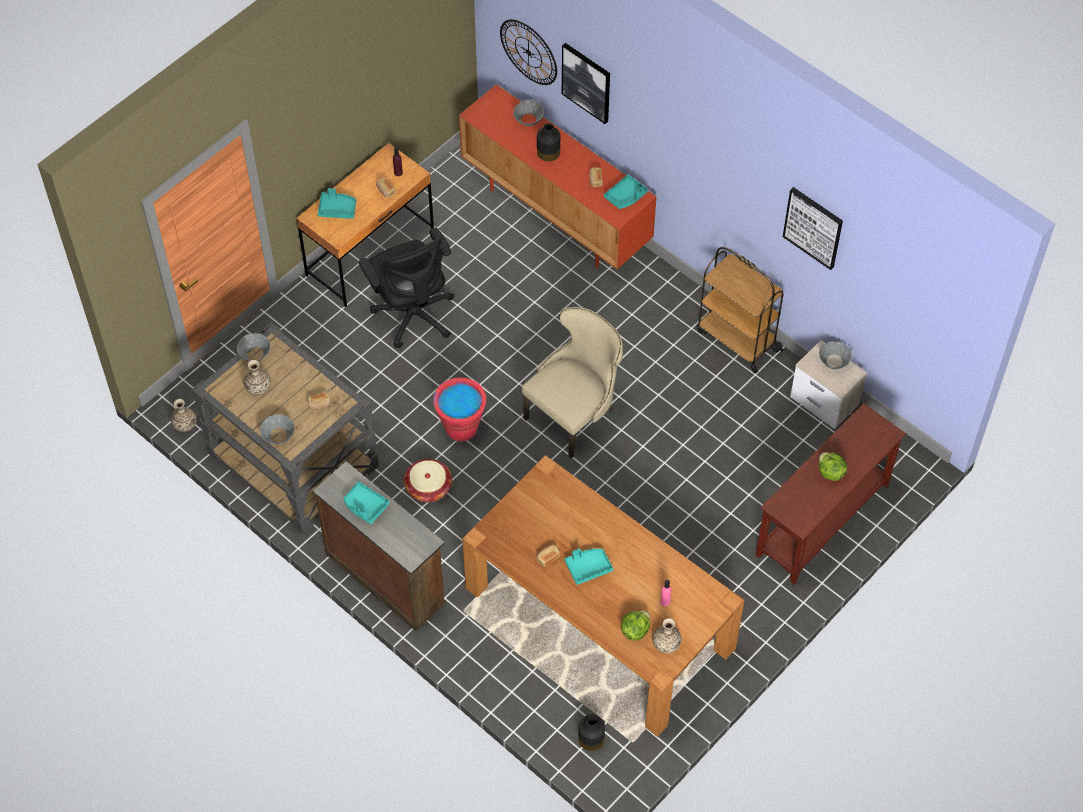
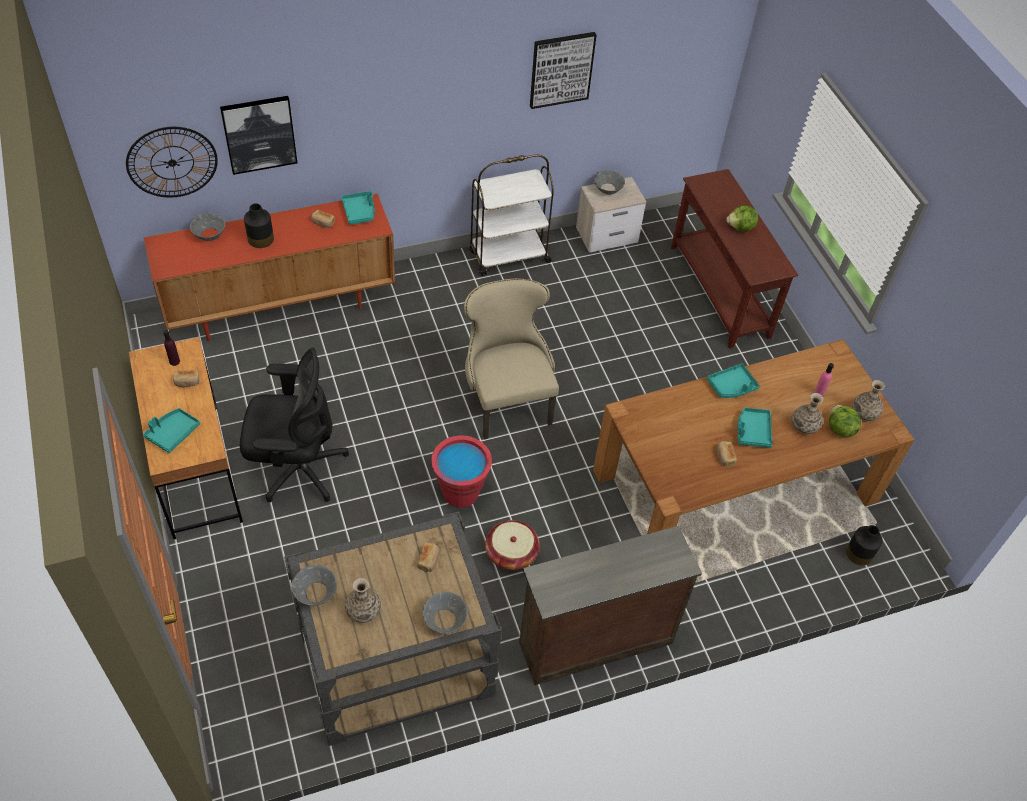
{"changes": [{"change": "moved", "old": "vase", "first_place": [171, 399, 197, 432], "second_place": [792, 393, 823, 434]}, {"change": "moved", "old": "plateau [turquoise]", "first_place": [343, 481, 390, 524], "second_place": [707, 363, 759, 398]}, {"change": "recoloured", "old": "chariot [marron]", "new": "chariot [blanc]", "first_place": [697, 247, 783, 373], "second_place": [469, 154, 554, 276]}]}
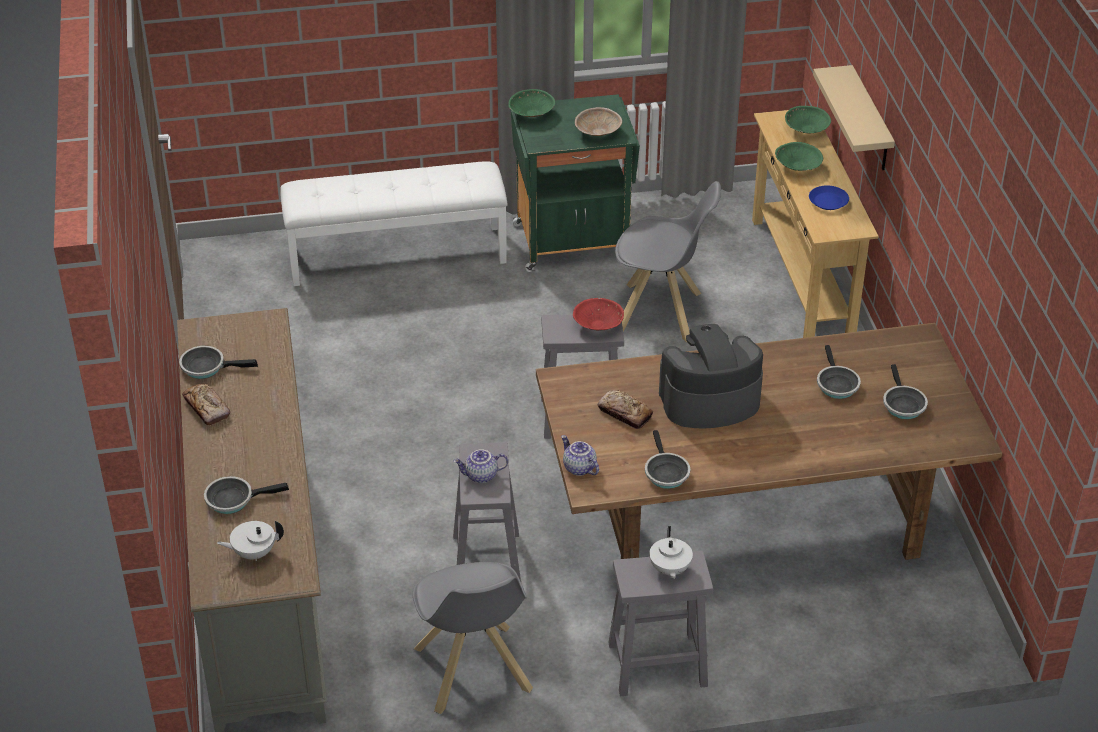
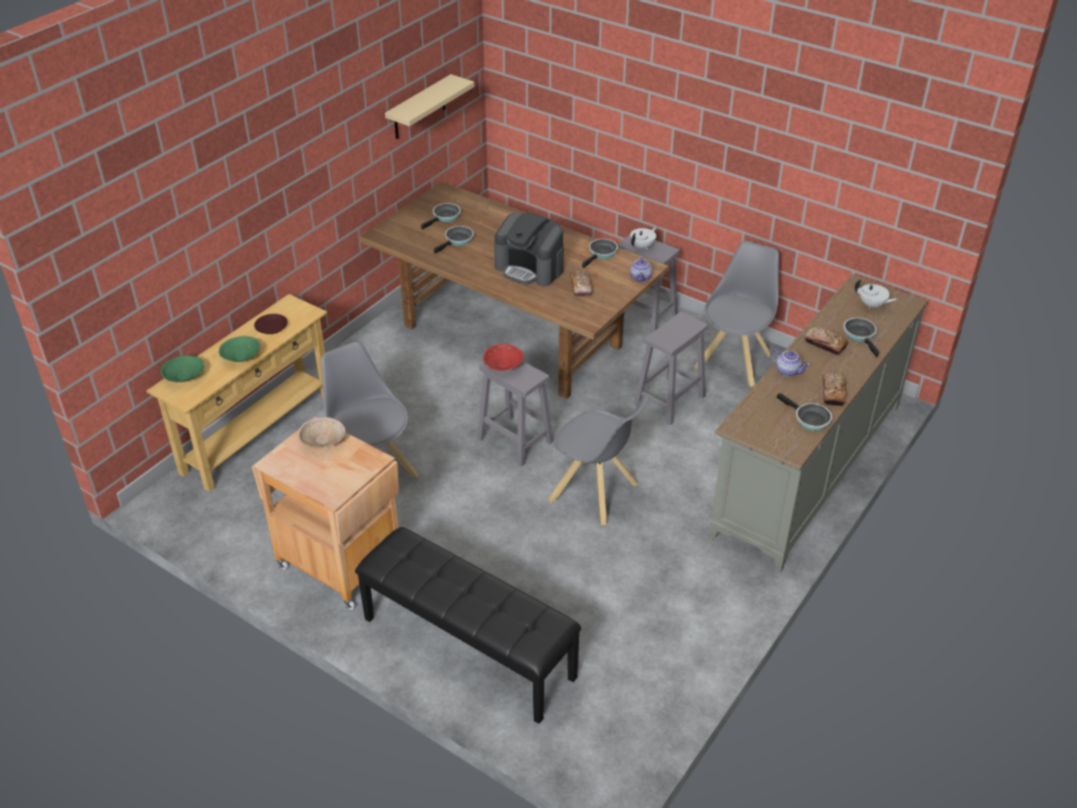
{"changes": [{"change": "removed", "old": "bol [vert]", "first_place": [508, 89, 555, 117]}, {"change": "added", "new": "chaise [gris]", "second_place": [548, 395, 649, 526]}, {"change": "added", "new": "pain", "second_place": [804, 327, 848, 355]}, {"change": "moved", "old": "théière", "first_place": [453, 449, 508, 483], "second_place": [770, 349, 810, 376]}, {"change": "moved", "old": "étagère [beige]", "first_place": [813, 65, 895, 170], "second_place": [385, 74, 475, 139]}, {"change": "recoloured", "old": "banc [blanc]", "new": "banc [noir]", "first_place": [280, 161, 508, 286], "second_place": [355, 527, 581, 724]}, {"change": "recoloured", "old": "chariot [vert]", "new": "chariot [marron]", "first_place": [510, 94, 640, 272], "second_place": [252, 417, 399, 610]}, {"change": "recoloured", "old": "assiette [bleu]", "new": "assiette [marron]", "first_place": [809, 185, 849, 210], "second_place": [254, 314, 288, 334]}, {"change": "turned", "old": "poêle", "first_place": [204, 476, 289, 514], "second_place": [843, 317, 879, 357], "degrees": -135}]}
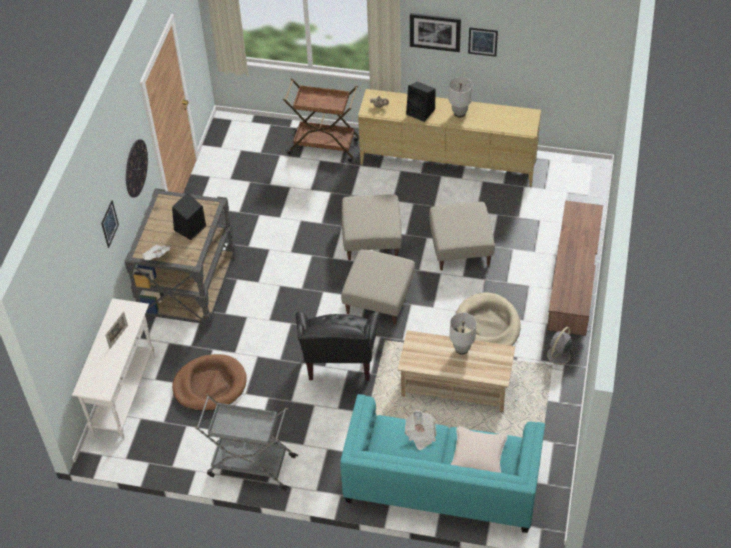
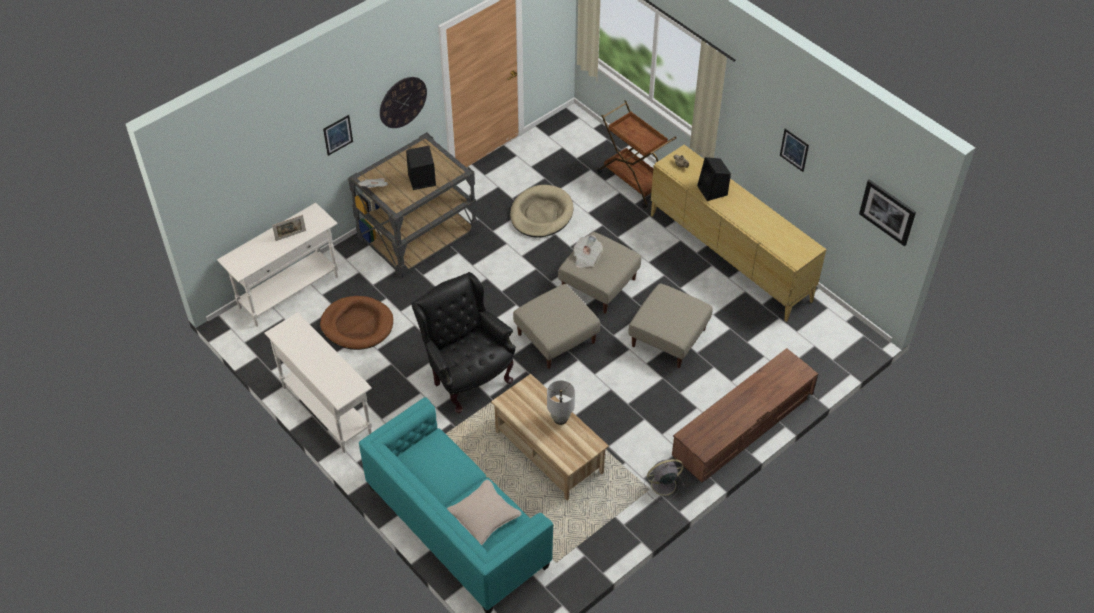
{"changes": [{"change": "removed", "old": "lampe de table [blanc]", "first_place": [449, 77, 472, 117]}, {"change": "moved", "old": "journal", "first_place": [405, 410, 436, 450], "second_place": [573, 235, 603, 268]}, {"change": "moved", "old": "tableau", "first_place": [410, 13, 461, 52], "second_place": [859, 179, 916, 246]}, {"change": "moved", "old": "panier pour chien [beige]", "first_place": [456, 292, 521, 346], "second_place": [510, 185, 573, 238]}, {"change": "replaced", "old": "chariot [gris]", "new": "table console [blanc]", "first_place": [194, 394, 298, 490], "second_place": [264, 312, 372, 453]}, {"change": "turned", "old": "fauteuil [noir]", "first_place": [296, 311, 380, 381], "second_place": [411, 272, 516, 413], "degrees": 105}]}
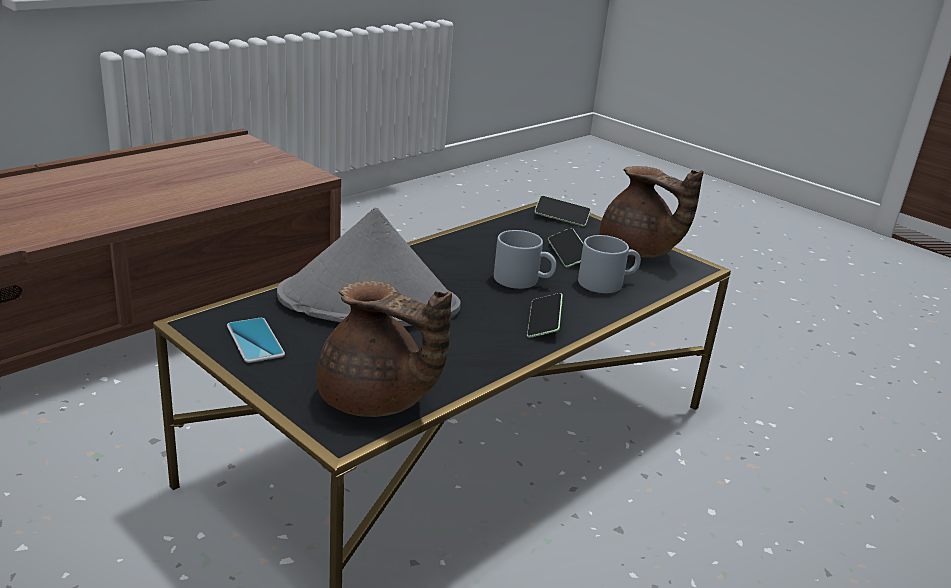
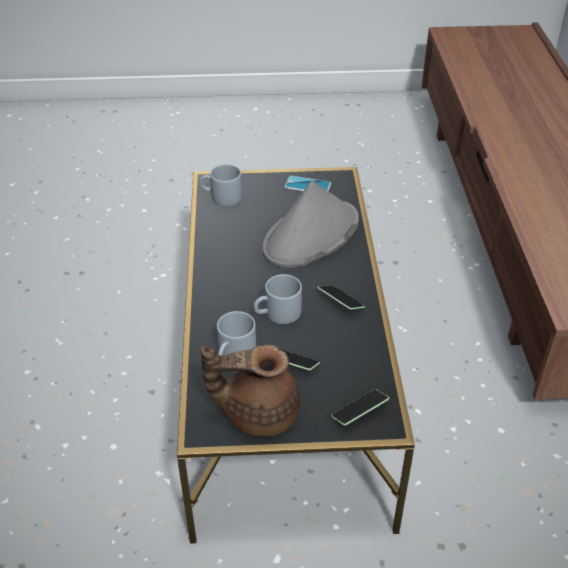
{"changes": [{"change": "moved", "old": "téléphone", "first_place": [527, 293, 563, 338], "second_place": [317, 285, 365, 310]}, {"change": "replaced", "old": "théière [marron]", "new": "mug [gris]", "first_place": [317, 281, 452, 417], "second_place": [200, 164, 242, 206]}]}
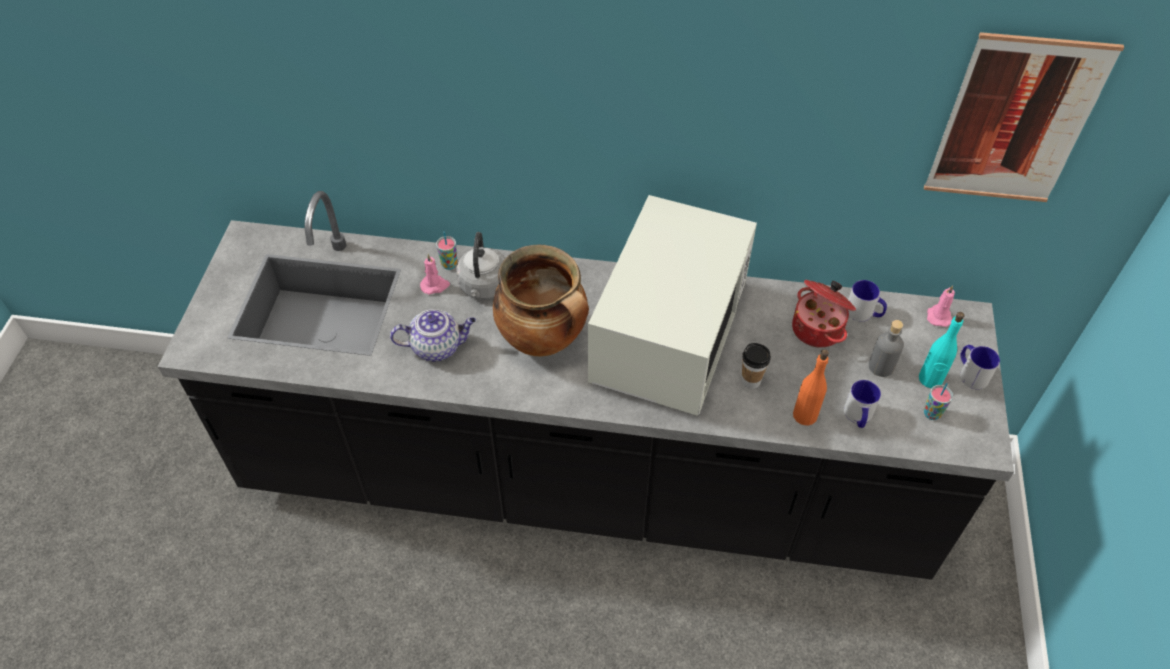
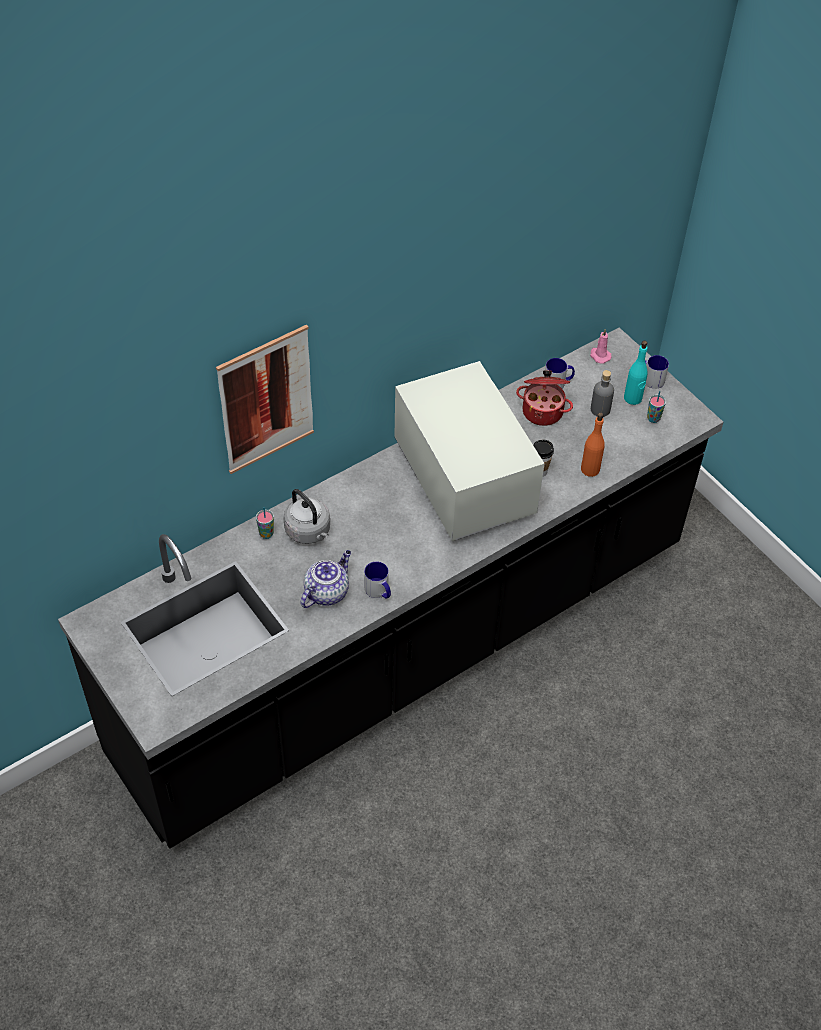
{"changes": [{"change": "removed", "old": "bougie [rose]", "first_place": [420, 254, 450, 295]}, {"change": "removed", "old": "marmite", "first_place": [493, 245, 589, 357]}, {"change": "moved", "old": "mug", "first_place": [844, 380, 881, 428], "second_place": [364, 562, 391, 599]}, {"change": "moved", "old": "tableau", "first_place": [924, 32, 1124, 202], "second_place": [216, 324, 314, 474]}]}
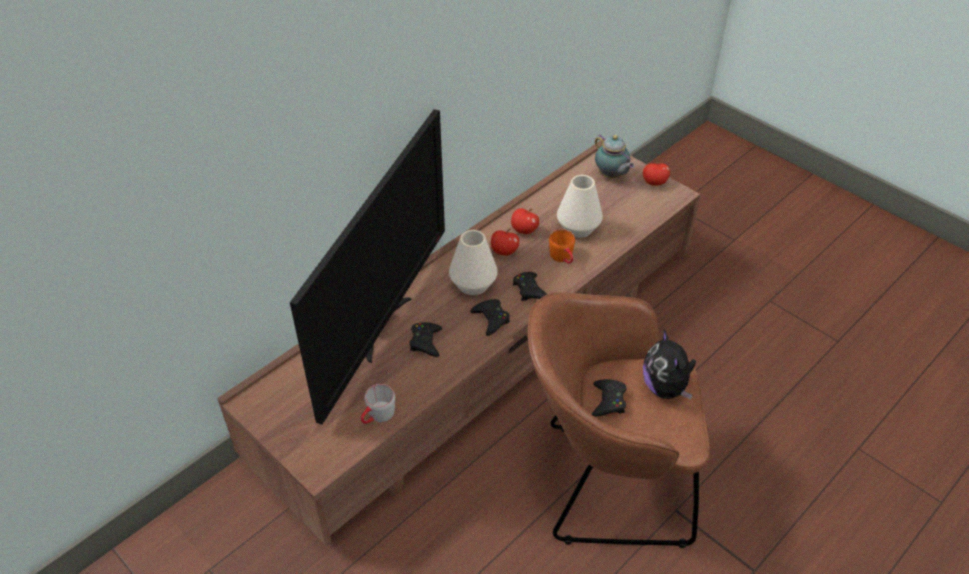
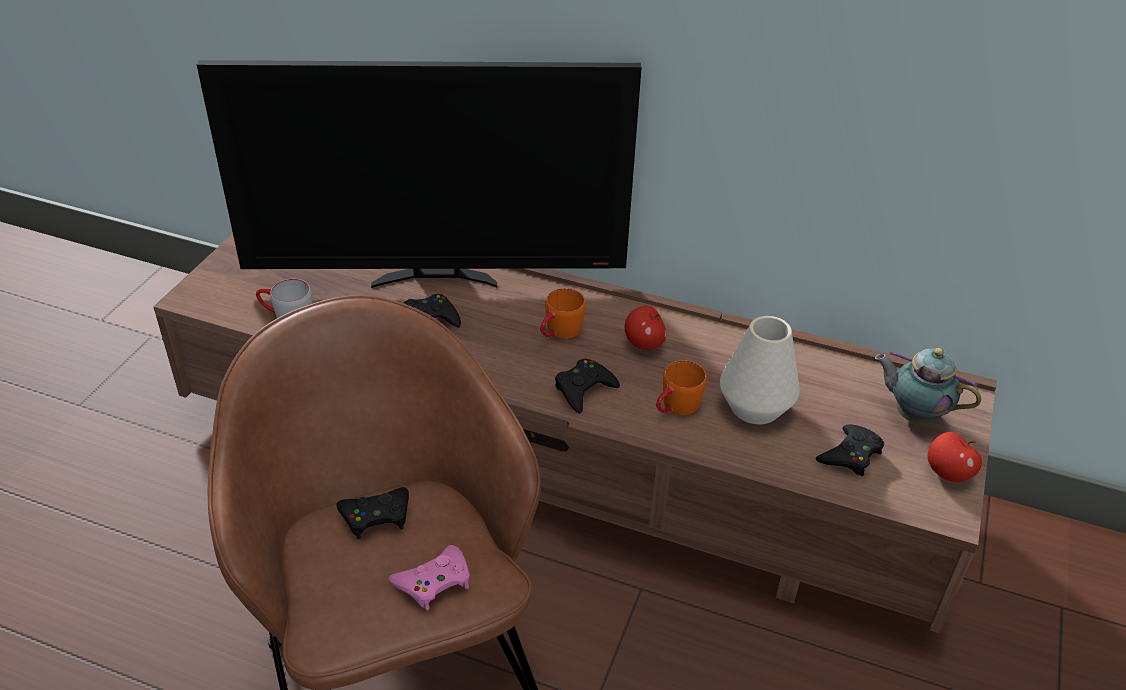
{"changes": [{"change": "removed", "old": "pomme", "first_place": [511, 208, 539, 234]}, {"change": "moved", "old": "manette [noir]", "first_place": [470, 299, 510, 336], "second_place": [816, 424, 884, 476]}, {"change": "replaced", "old": "vase [blanc]", "new": "mug [orange]", "first_place": [449, 230, 498, 295], "second_place": [540, 288, 586, 339]}, {"change": "replaced", "old": "peluche", "new": "manette [rose]", "first_place": [643, 330, 696, 399], "second_place": [389, 545, 470, 610]}, {"change": "turned", "old": "théière", "first_place": [595, 134, 635, 178], "second_place": [875, 348, 981, 425], "degrees": 90}]}
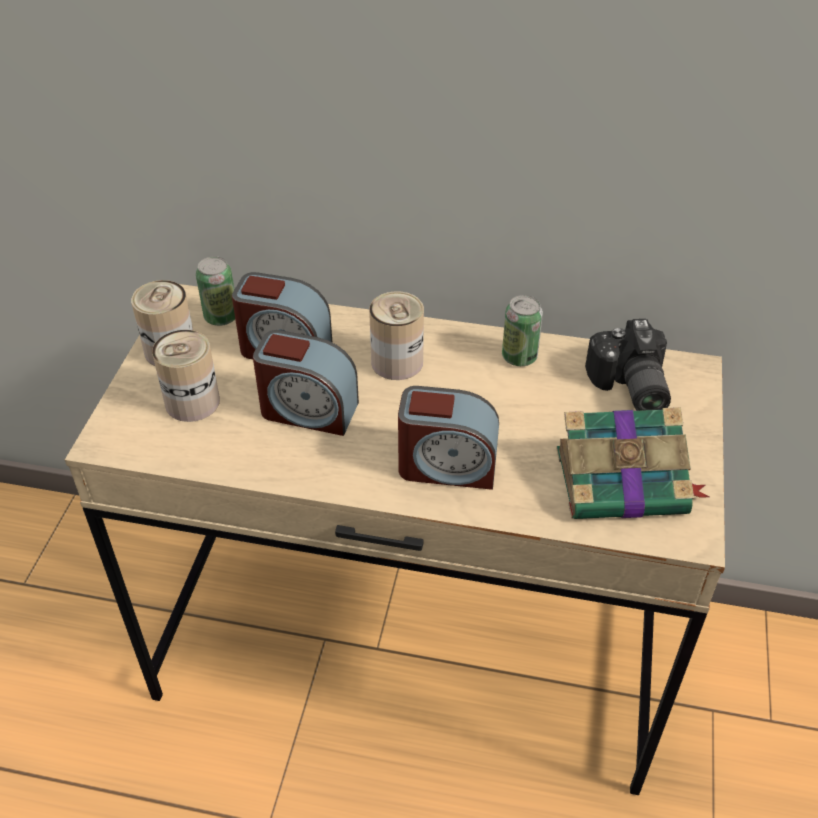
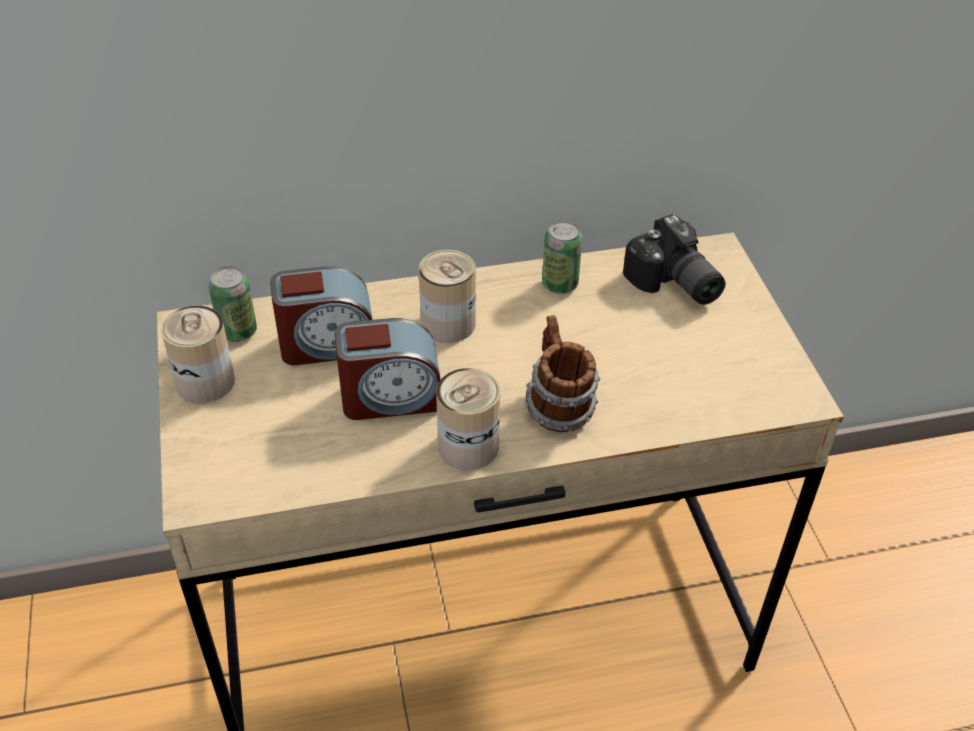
{"changes": [{"change": "removed", "old": "livre", "first_place": [557, 407, 710, 519]}, {"change": "moved", "old": "boîte métallique", "first_place": [152, 330, 220, 422], "second_place": [436, 368, 500, 470]}, {"change": "replaced", "old": "réveil", "new": "mug", "first_place": [398, 386, 499, 490], "second_place": [525, 315, 600, 432]}]}
